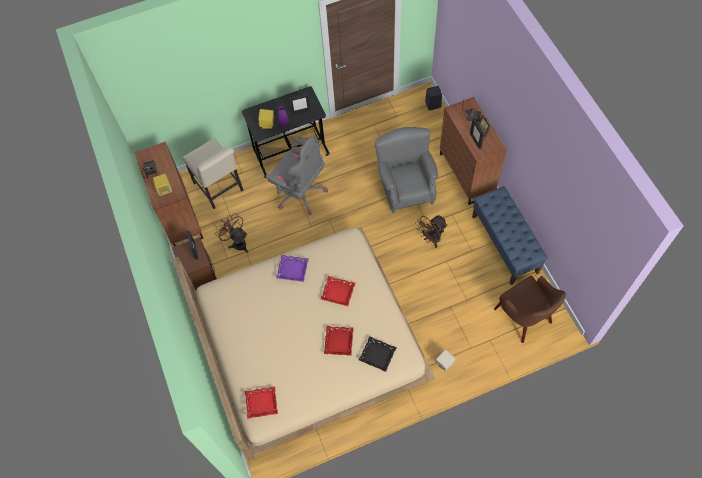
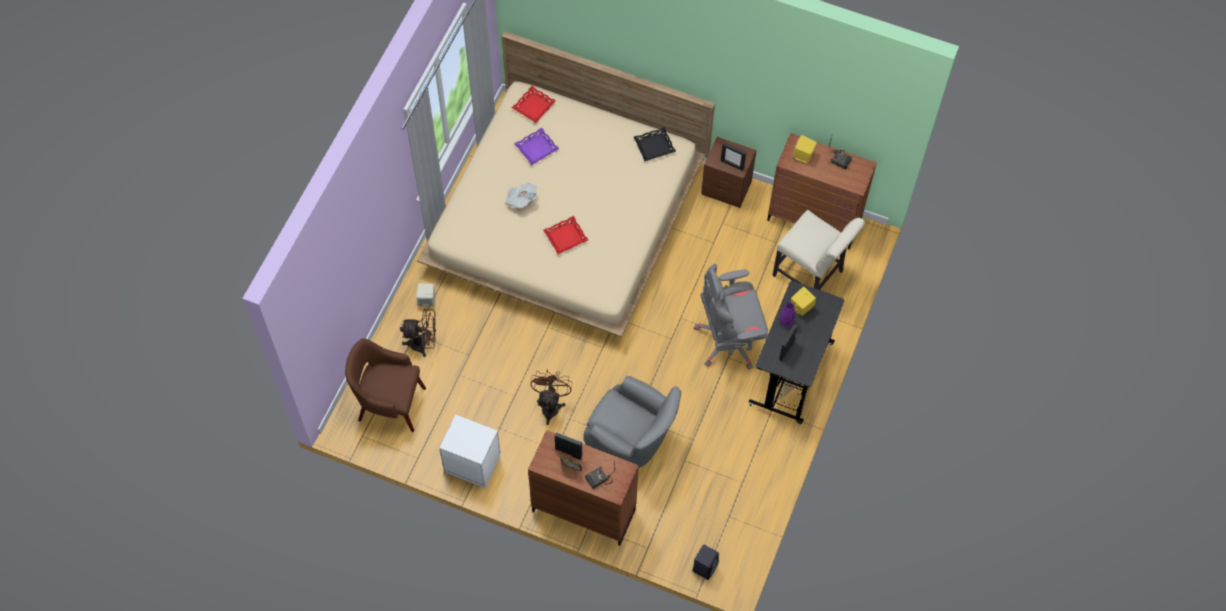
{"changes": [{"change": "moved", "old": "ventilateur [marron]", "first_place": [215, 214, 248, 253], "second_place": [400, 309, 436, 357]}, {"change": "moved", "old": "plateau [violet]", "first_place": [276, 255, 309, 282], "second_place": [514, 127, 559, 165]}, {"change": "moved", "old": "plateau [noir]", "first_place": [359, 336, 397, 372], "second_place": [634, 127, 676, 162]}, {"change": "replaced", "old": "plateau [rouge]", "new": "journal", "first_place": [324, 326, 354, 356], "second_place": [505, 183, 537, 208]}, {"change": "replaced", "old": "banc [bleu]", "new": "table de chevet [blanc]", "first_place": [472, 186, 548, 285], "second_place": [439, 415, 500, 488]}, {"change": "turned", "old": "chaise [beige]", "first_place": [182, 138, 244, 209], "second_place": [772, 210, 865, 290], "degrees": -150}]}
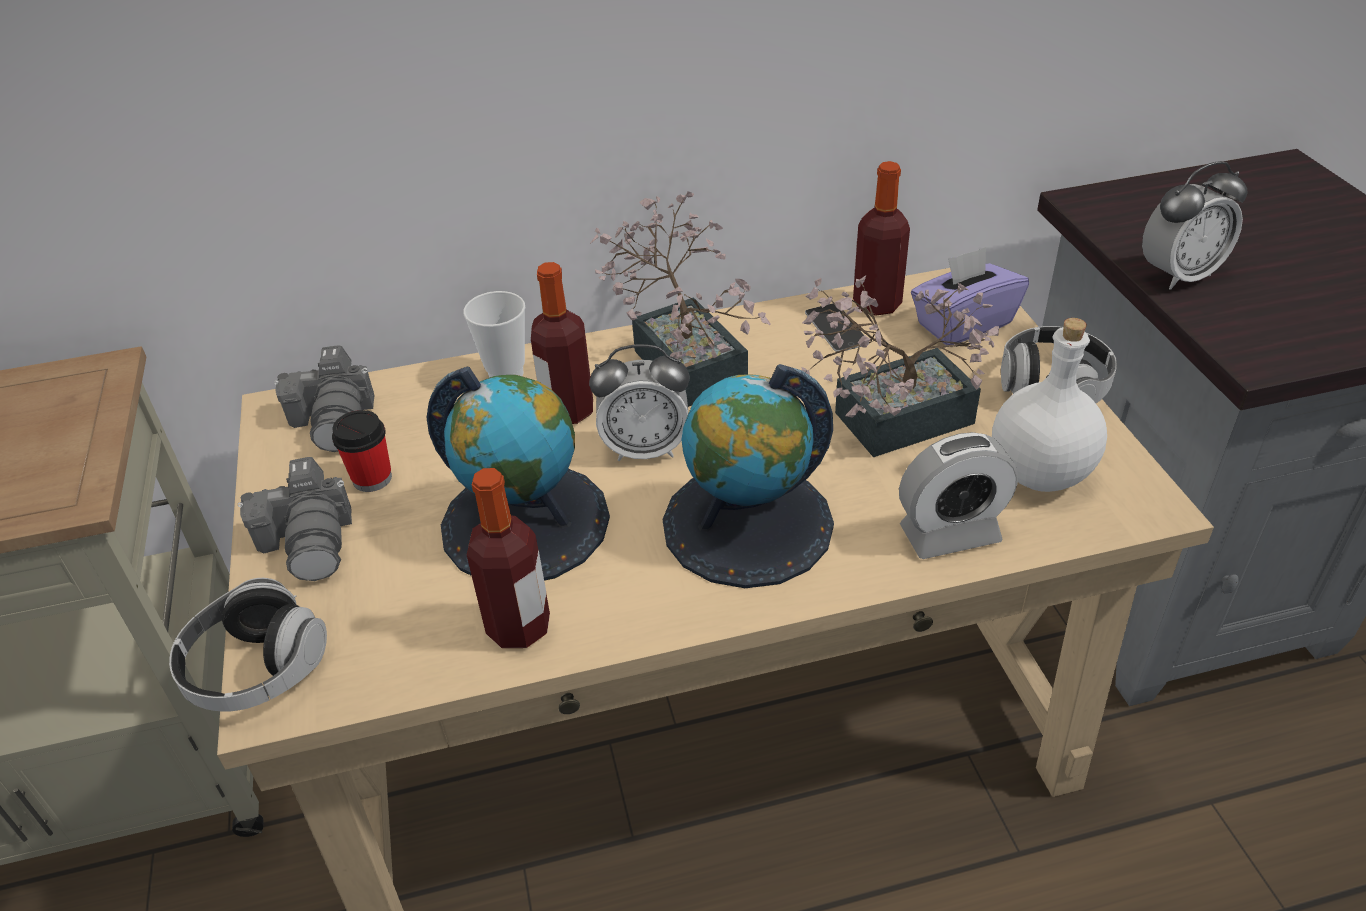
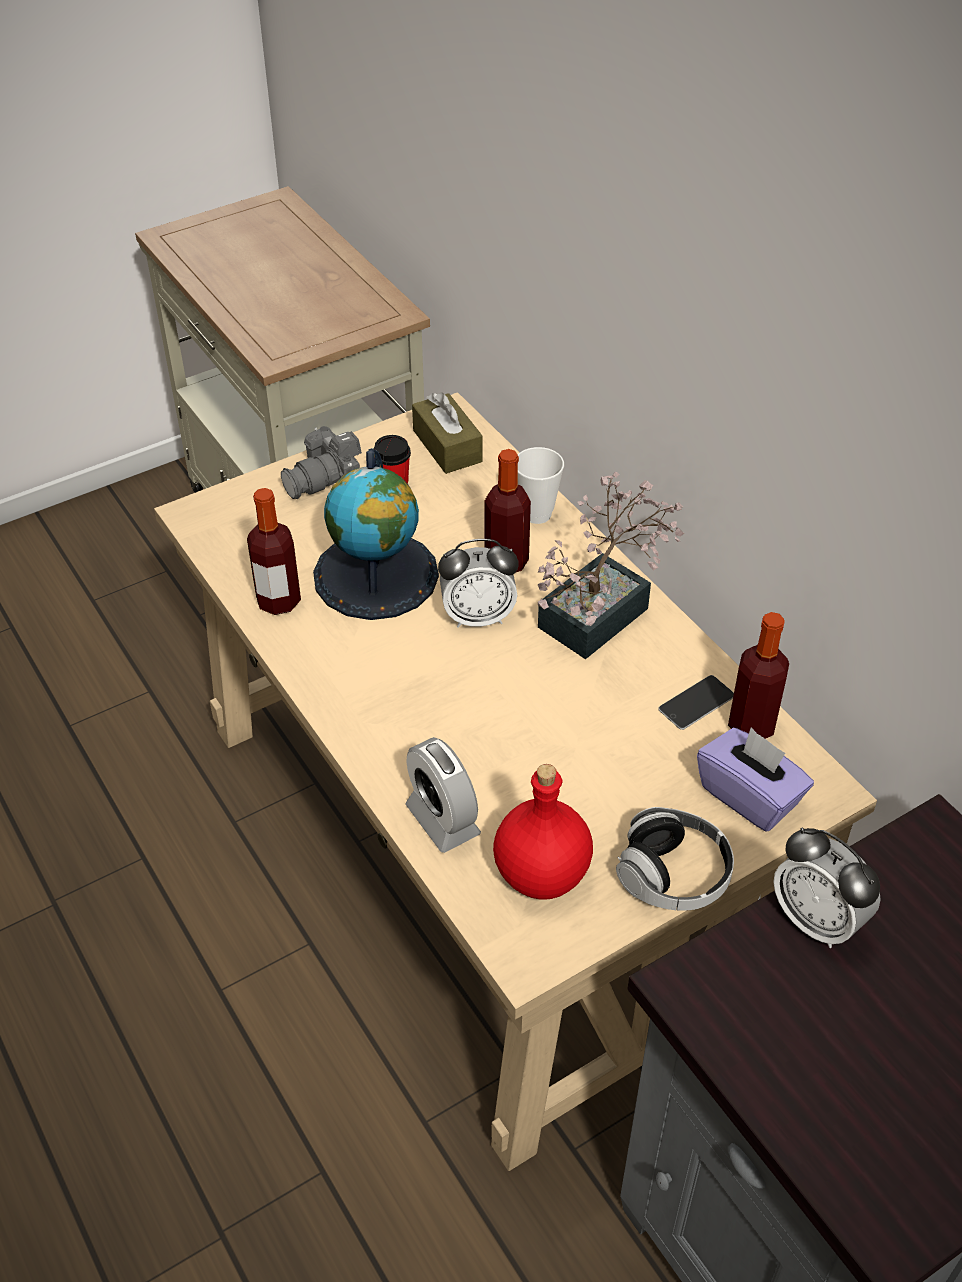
{"changes": [{"change": "removed", "old": "casque audio", "first_place": [169, 578, 327, 712]}, {"change": "removed", "old": "globe", "first_place": [663, 364, 834, 588]}, {"change": "removed", "old": "plante en pot", "first_place": [802, 275, 999, 457]}, {"change": "replaced", "old": "appareil photo", "new": "boîte à mouchoirs [marron]", "first_place": [274, 345, 374, 452], "second_place": [412, 392, 483, 474]}, {"change": "recoloured", "old": "bouteille [blanc]", "new": "bouteille [rouge]", "first_place": [992, 318, 1107, 492], "second_place": [493, 764, 593, 900]}, {"change": "turned", "old": "réveil", "first_place": [589, 344, 690, 461], "second_place": [438, 539, 519, 628], "degrees": -75}]}
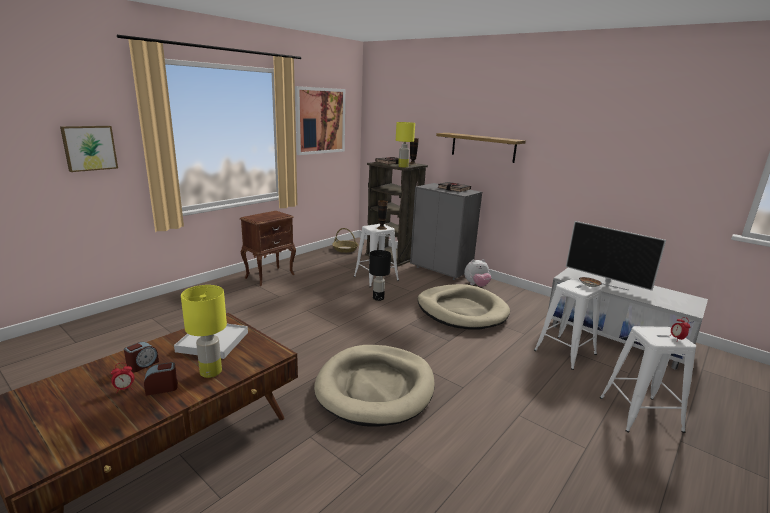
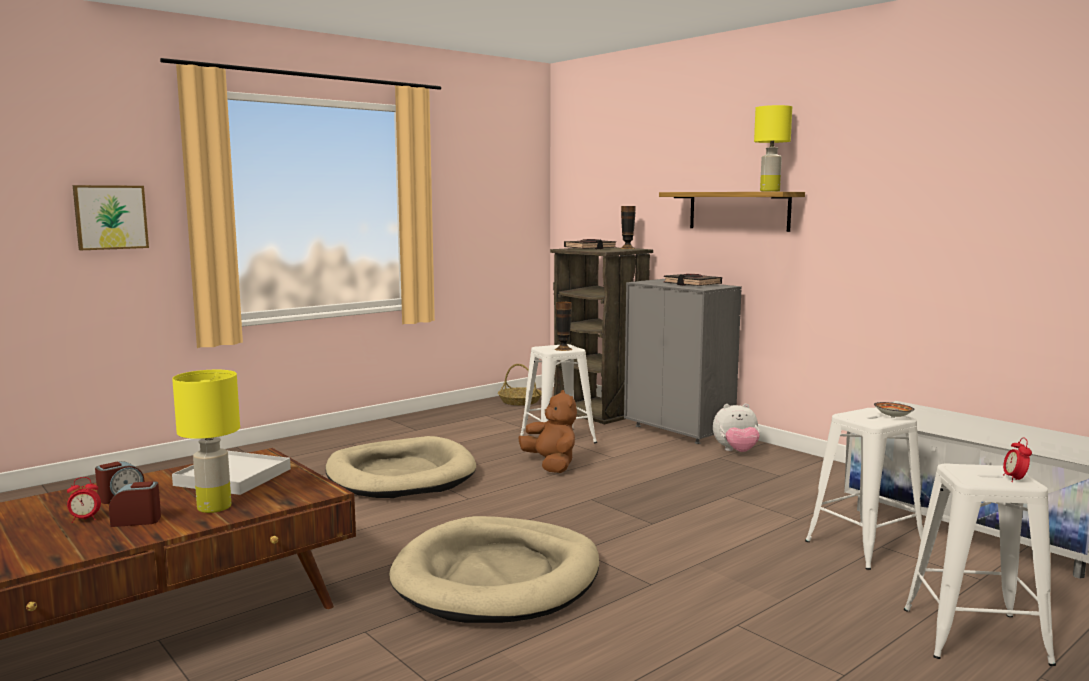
{"changes": [{"change": "removed", "old": "table de chevet [marron]", "first_place": [240, 211, 296, 286]}, {"change": "removed", "old": "tableau", "first_place": [295, 86, 345, 155]}, {"change": "removed", "old": "téléviseur", "first_place": [566, 221, 666, 291]}, {"change": "moved", "old": "lampe de table [jaune]", "first_place": [396, 122, 415, 168], "second_place": [754, 105, 792, 191]}, {"change": "moved", "old": "panier pour chien [beige]", "first_place": [418, 284, 510, 330], "second_place": [326, 436, 476, 498]}, {"change": "replaced", "old": "lampe de table [noir]", "new": "peluche [marron]", "first_place": [369, 250, 391, 301], "second_place": [518, 390, 577, 473]}]}
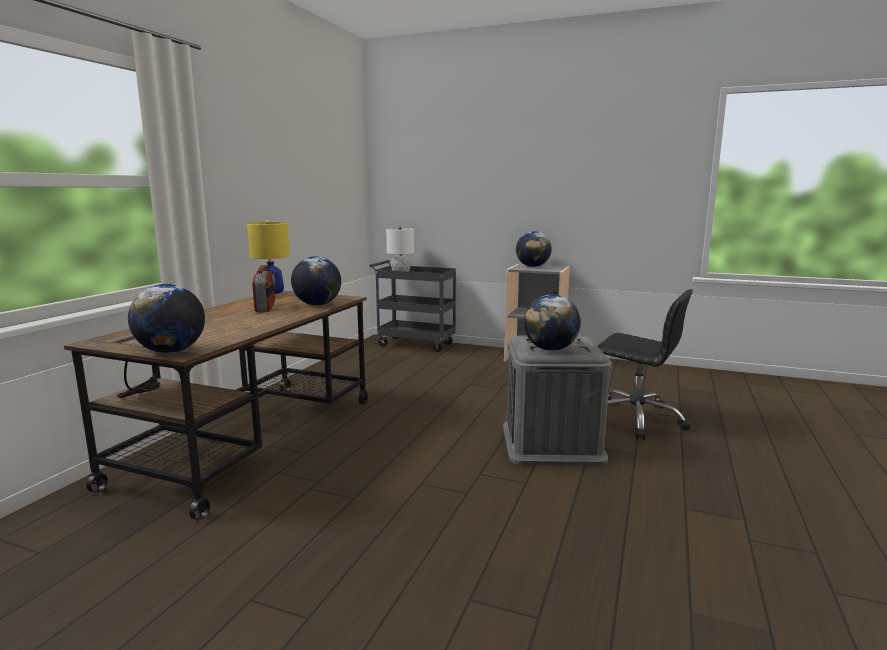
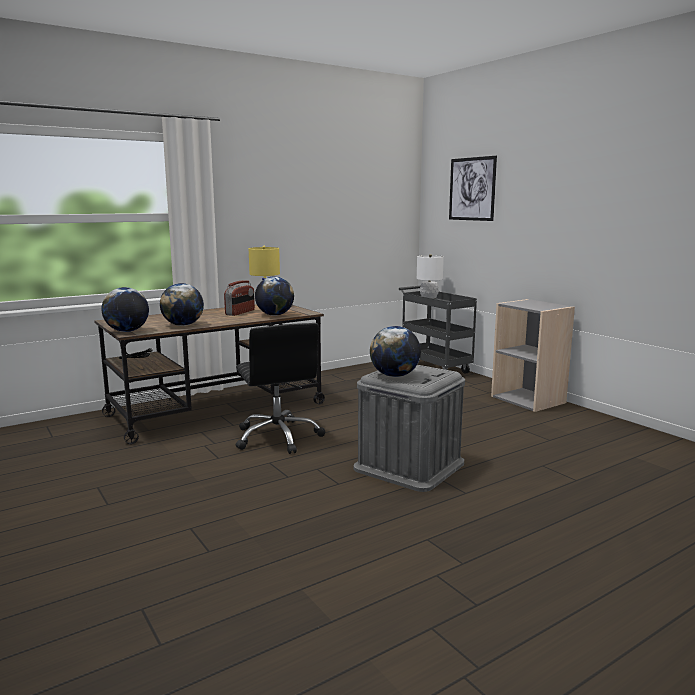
{"changes": [{"change": "added", "new": "tableau", "second_place": [449, 156, 497, 221]}, {"change": "moved", "old": "globe", "first_place": [516, 231, 552, 267], "second_place": [160, 283, 204, 326]}, {"change": "moved", "old": "chaise de bureau [noir]", "first_place": [598, 289, 693, 440], "second_place": [236, 323, 325, 454]}]}
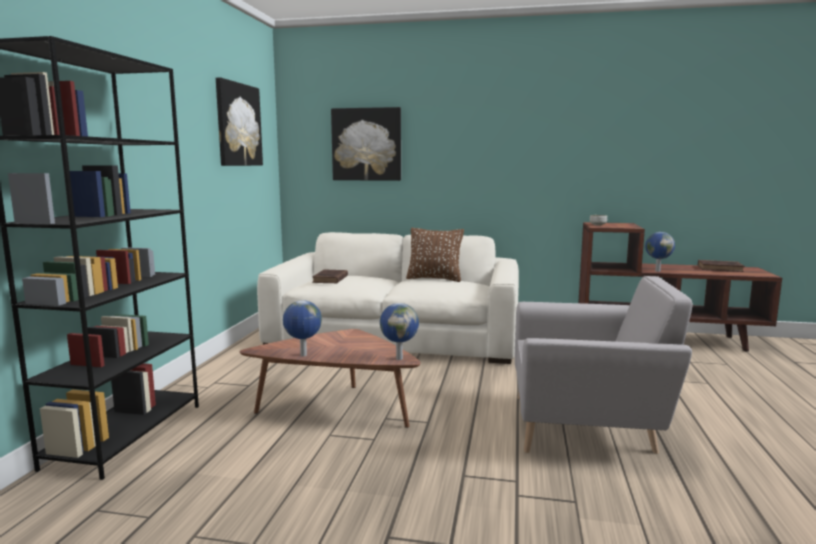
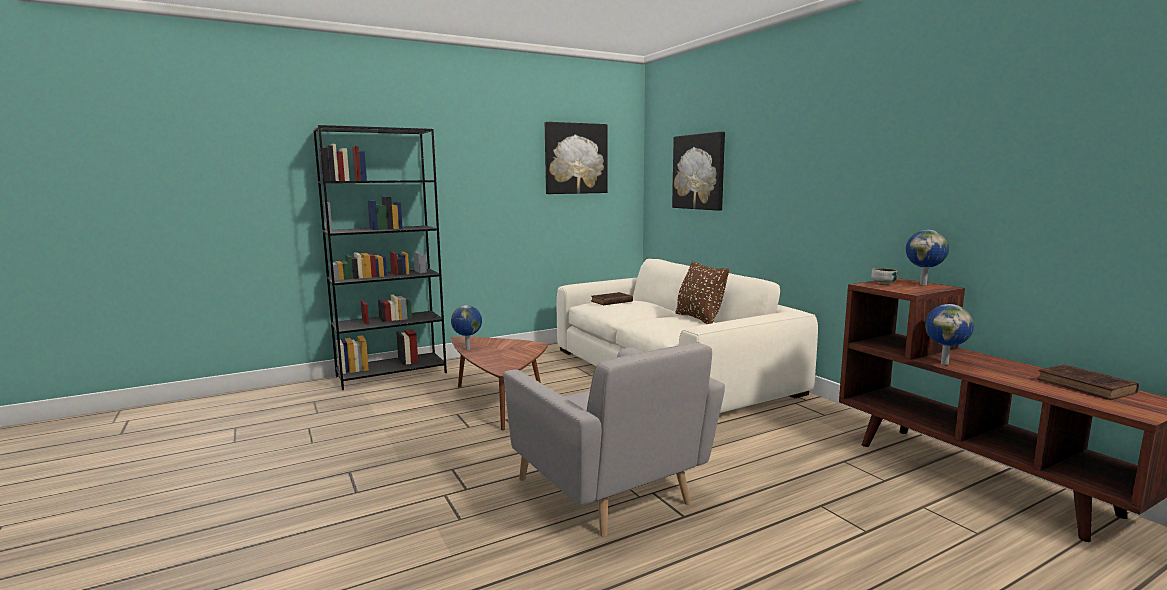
{"changes": [{"change": "moved", "old": "globe", "first_place": [380, 303, 419, 360], "second_place": [906, 230, 949, 285]}]}
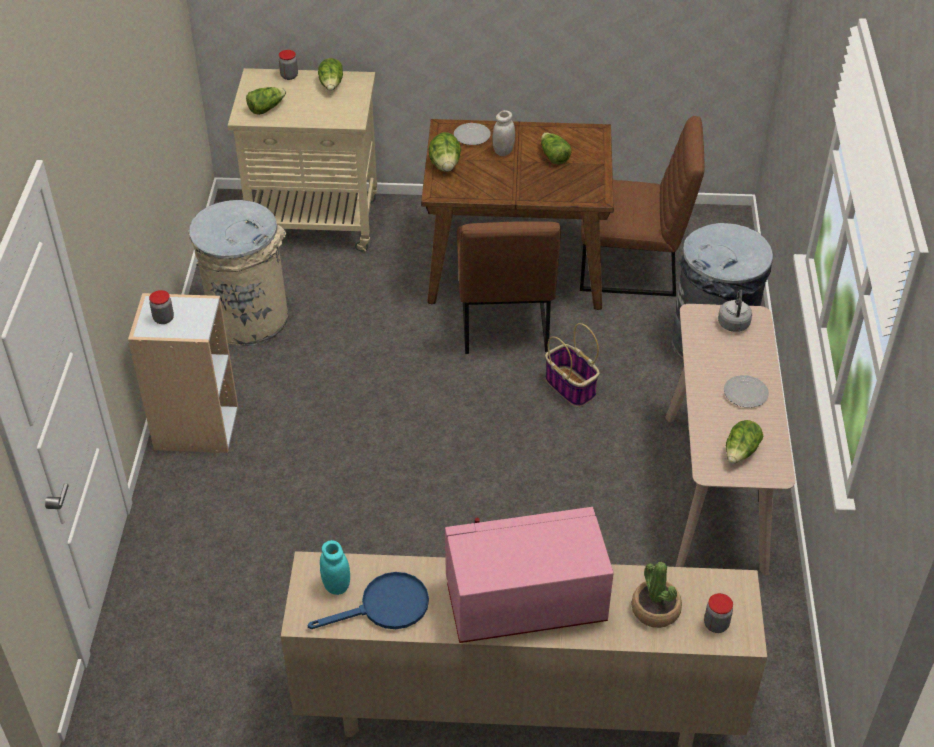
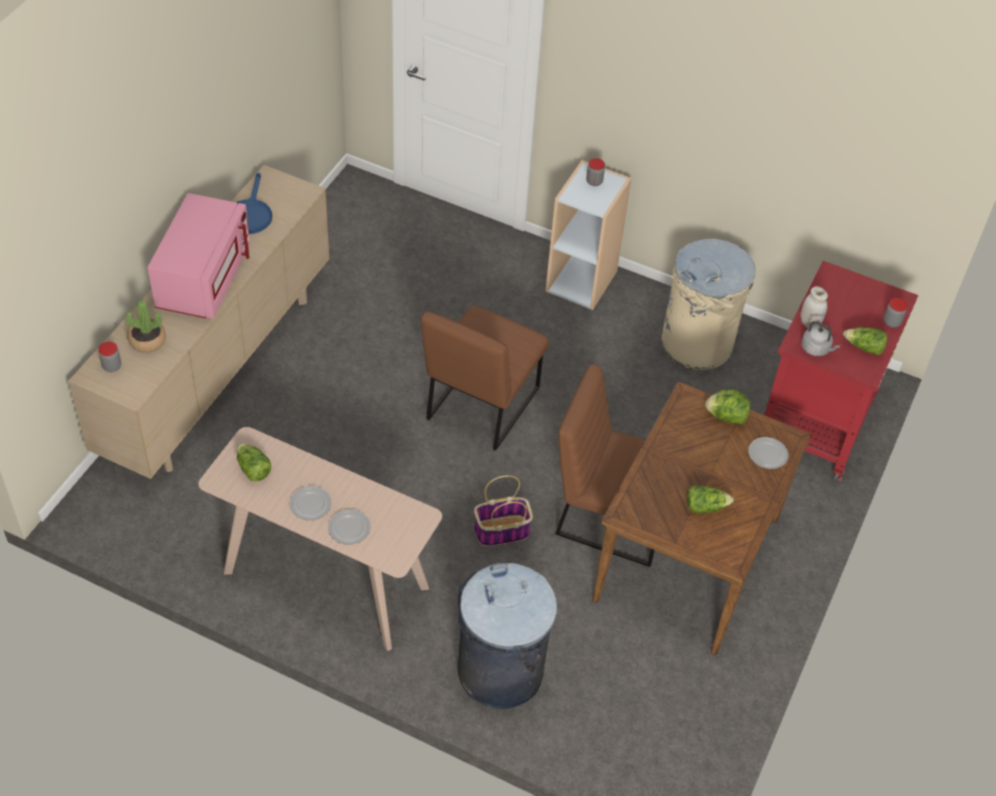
{"changes": [{"change": "removed", "old": "laitue", "first_place": [246, 87, 286, 115]}, {"change": "removed", "old": "bocal [turquoise]", "first_place": [320, 540, 350, 595]}, {"change": "added", "new": "assiette", "second_place": [328, 509, 371, 545]}, {"change": "moved", "old": "bocal [blanc]", "first_place": [493, 110, 515, 156], "second_place": [801, 286, 828, 328]}, {"change": "moved", "old": "chaise [marron]", "first_place": [580, 116, 705, 297], "second_place": [421, 306, 549, 451]}, {"change": "moved", "old": "bouilloire [gris]", "first_place": [718, 289, 752, 332], "second_place": [801, 321, 840, 356]}, {"change": "recoloured", "old": "chariot [beige]", "new": "chariot [rouge]", "first_place": [228, 68, 378, 252], "second_place": [764, 261, 918, 481]}]}
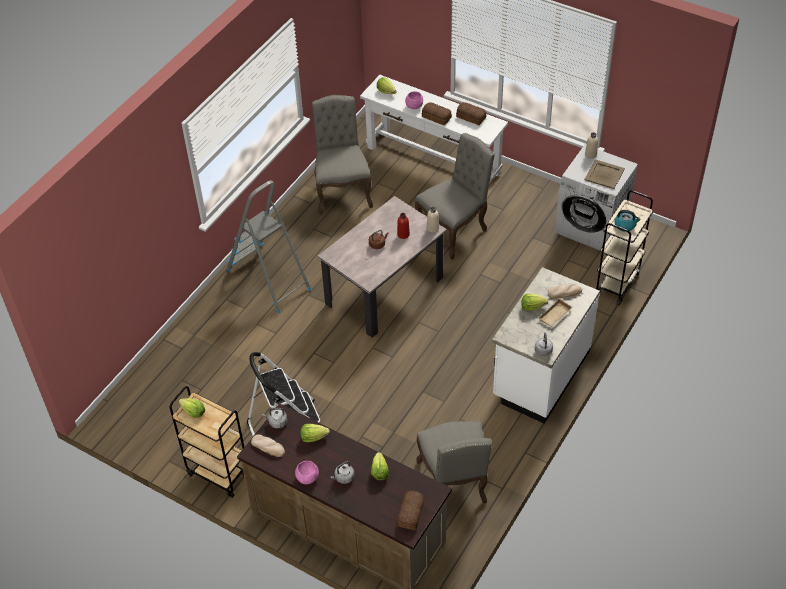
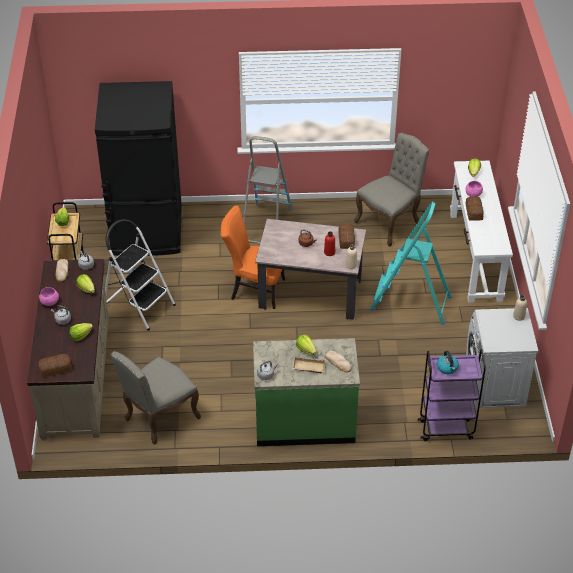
{"changes": [{"change": "removed", "old": "plateau [beige]", "first_place": [584, 159, 625, 189]}, {"change": "added", "new": "réfrigérateur [noir]", "second_place": [95, 81, 182, 256]}, {"change": "added", "new": "chaise [orange]", "second_place": [221, 206, 285, 309]}, {"change": "moved", "old": "pain", "first_place": [456, 102, 486, 125], "second_place": [338, 224, 355, 249]}, {"change": "replaced", "old": "chaise [gris]", "new": "escabeau [turquoise]", "first_place": [415, 133, 495, 260], "second_place": [369, 202, 452, 325]}, {"change": "recoloured", "old": "comptoir de cuisine [blanc]", "new": "comptoir de cuisine [vert]", "first_place": [492, 267, 600, 423], "second_place": [253, 338, 360, 446]}, {"change": "recoloured", "old": "chariot [beige]", "new": "chariot [violet]", "first_place": [596, 190, 653, 306], "second_place": [418, 349, 486, 441]}]}
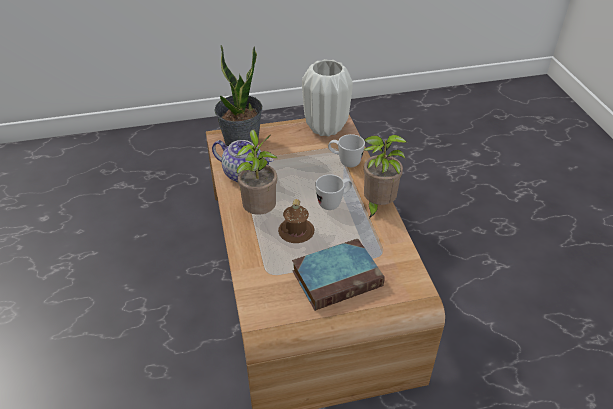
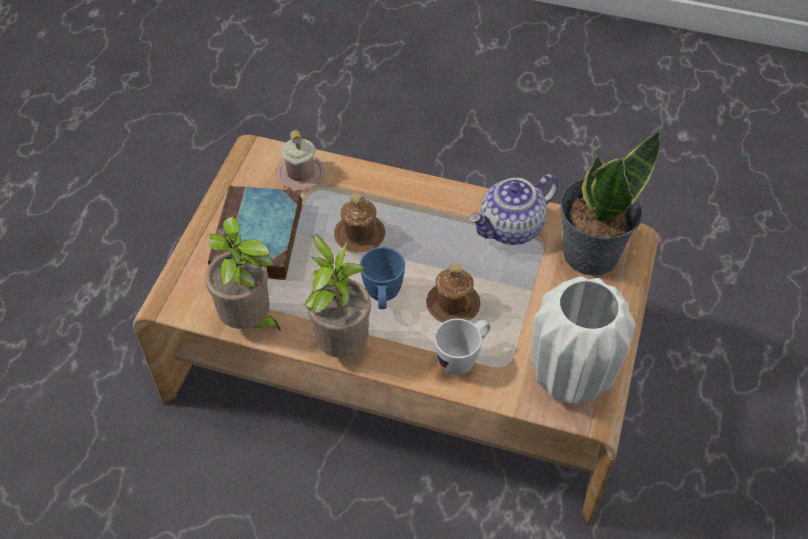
{"changes": [{"change": "added", "new": "mug [rose]", "second_place": [276, 130, 325, 190]}, {"change": "added", "new": "mug [marron]", "second_place": [426, 264, 480, 323]}, {"change": "moved", "old": "plante en pot", "first_place": [236, 130, 277, 215], "second_place": [205, 216, 281, 331]}, {"change": "recoloured", "old": "mug [blanc]", "new": "mug [bleu]", "first_place": [316, 174, 352, 210], "second_place": [360, 247, 405, 309]}]}
